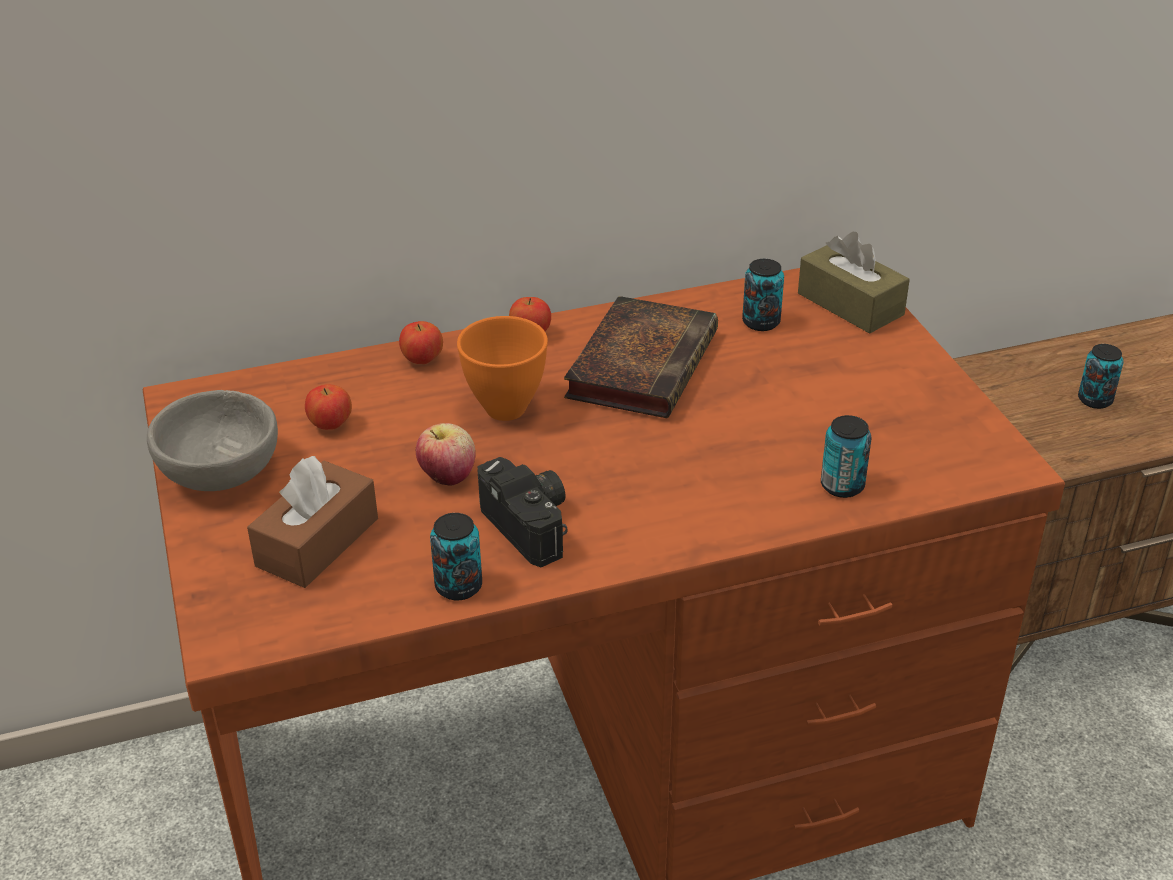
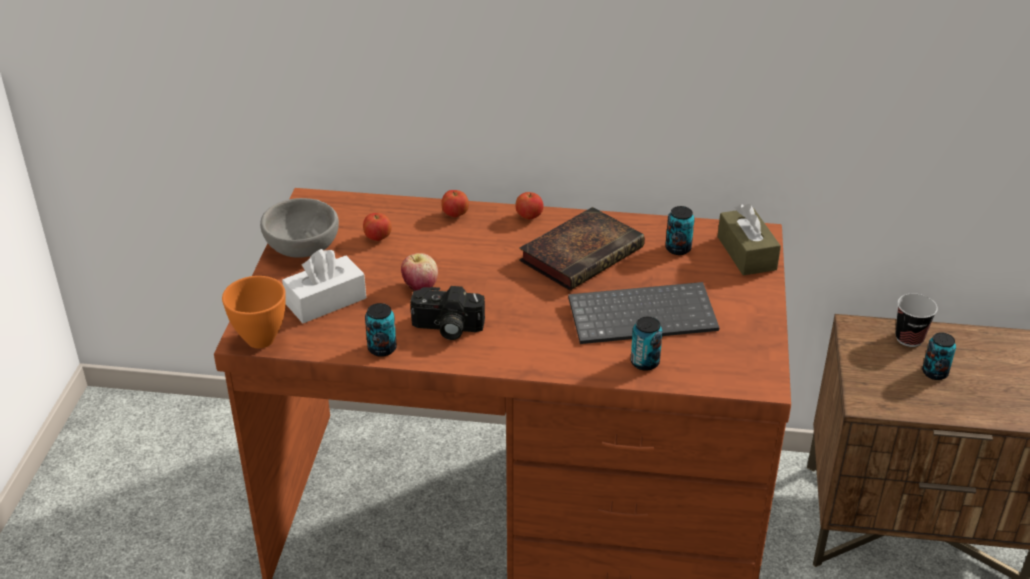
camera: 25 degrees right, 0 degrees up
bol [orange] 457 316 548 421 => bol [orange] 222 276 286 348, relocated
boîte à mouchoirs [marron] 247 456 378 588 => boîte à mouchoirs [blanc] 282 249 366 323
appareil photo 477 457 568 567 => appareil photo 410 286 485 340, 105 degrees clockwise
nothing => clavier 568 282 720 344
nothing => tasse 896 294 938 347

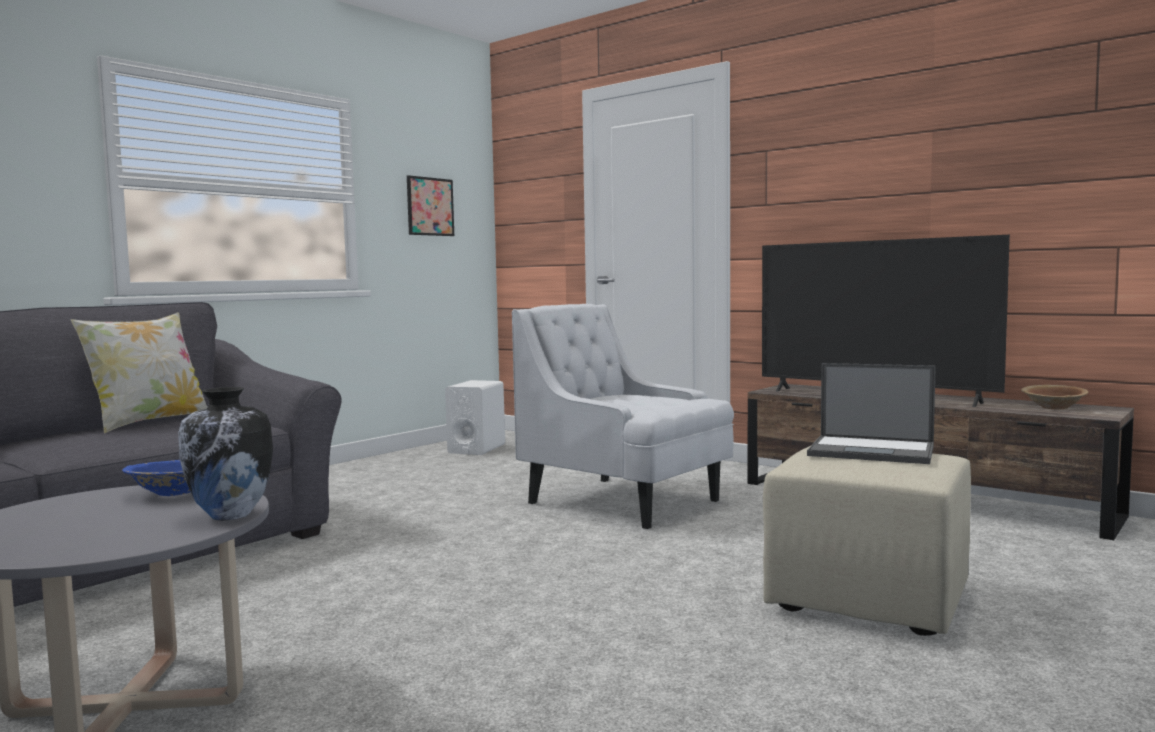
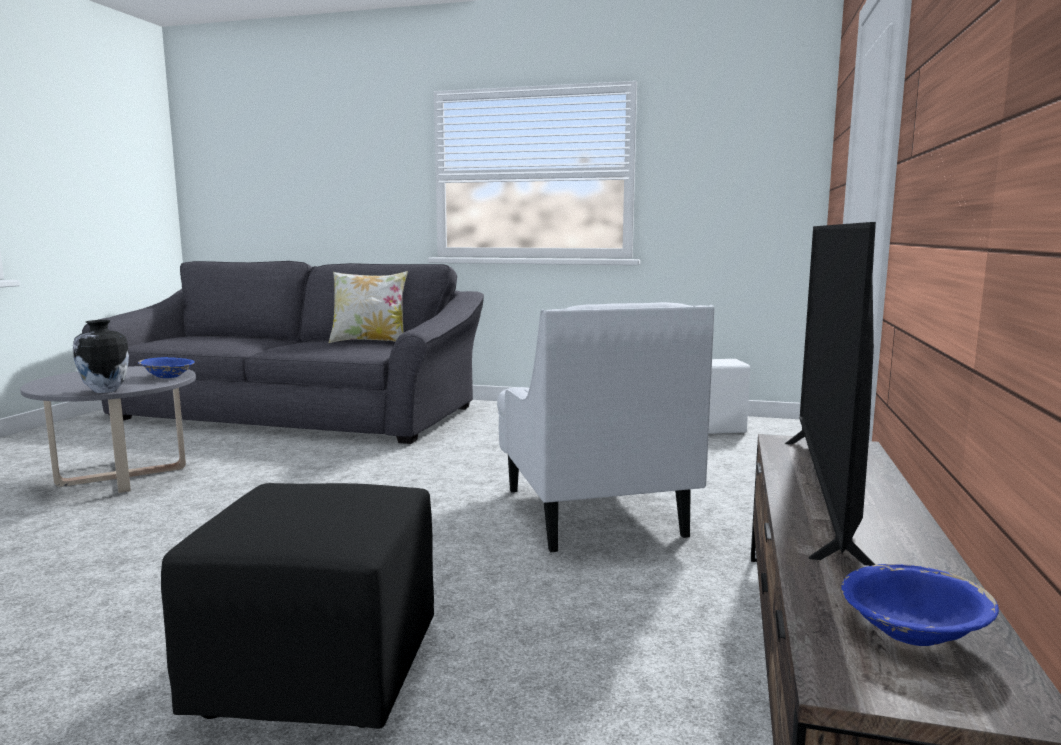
camera: 65 degrees right, 5 degrees up
tableau 407 175 454 236 => nothing
fauteuil [blanc] 512 304 734 529 => fauteuil [blanc] 497 302 714 552, 150 degrees clockwise
ordinateur portable 807 363 936 464 => nothing
bol [marron] 1021 385 1088 409 => bol [bleu] 841 564 999 646
pouf [beige] 763 446 971 636 => pouf [noir] 161 483 434 729

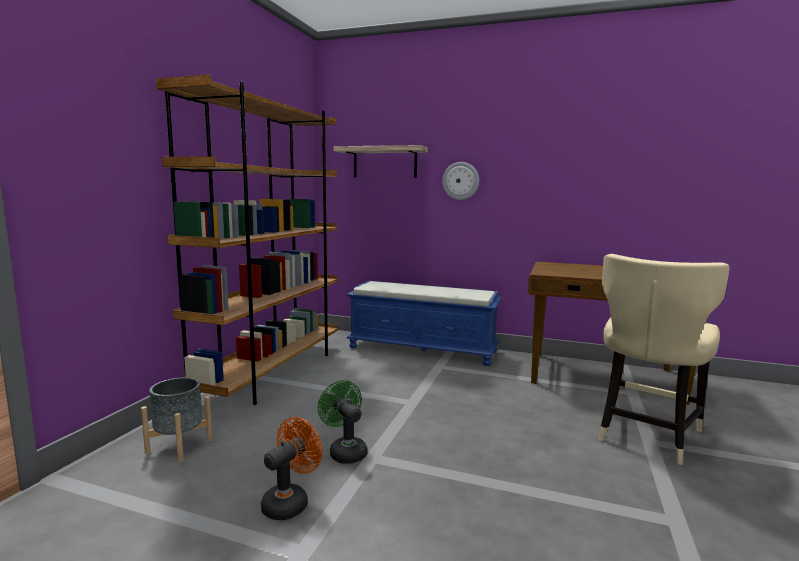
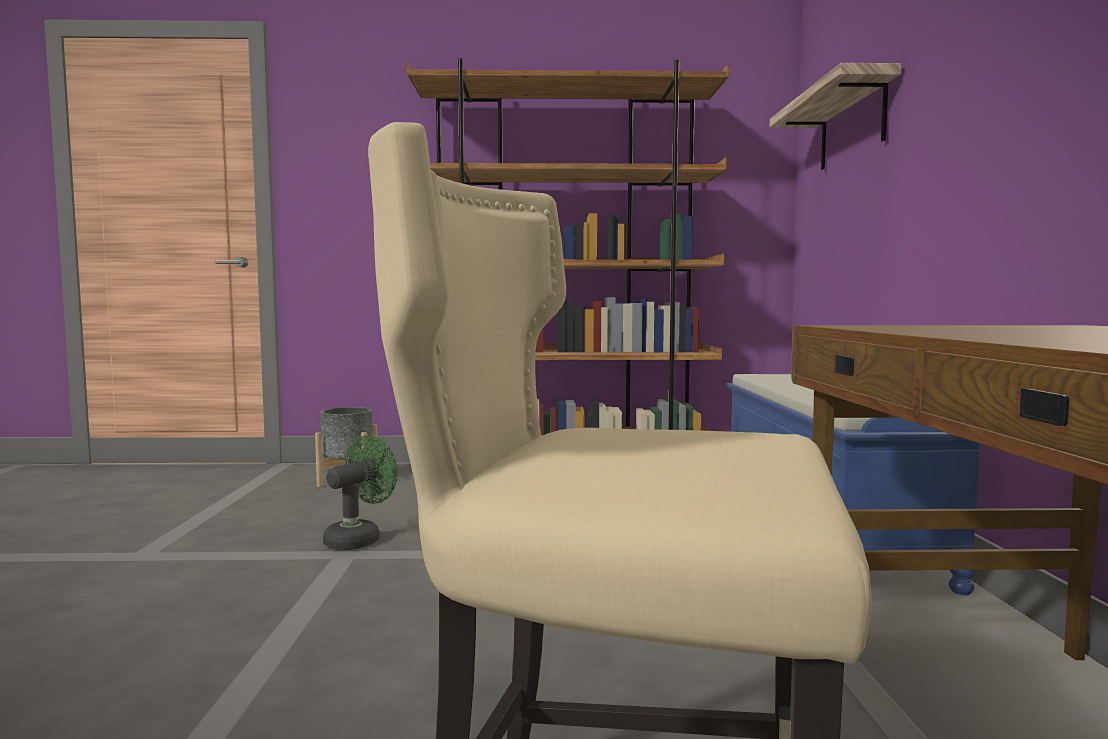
camera: 70 degrees right, 5 degrees down
horloge murale 442 162 479 200 => nothing
ventilateur [orange] 261 417 322 520 => nothing

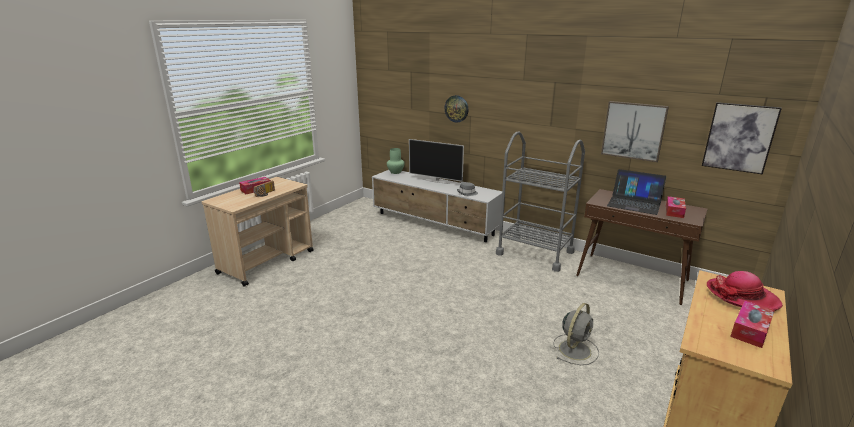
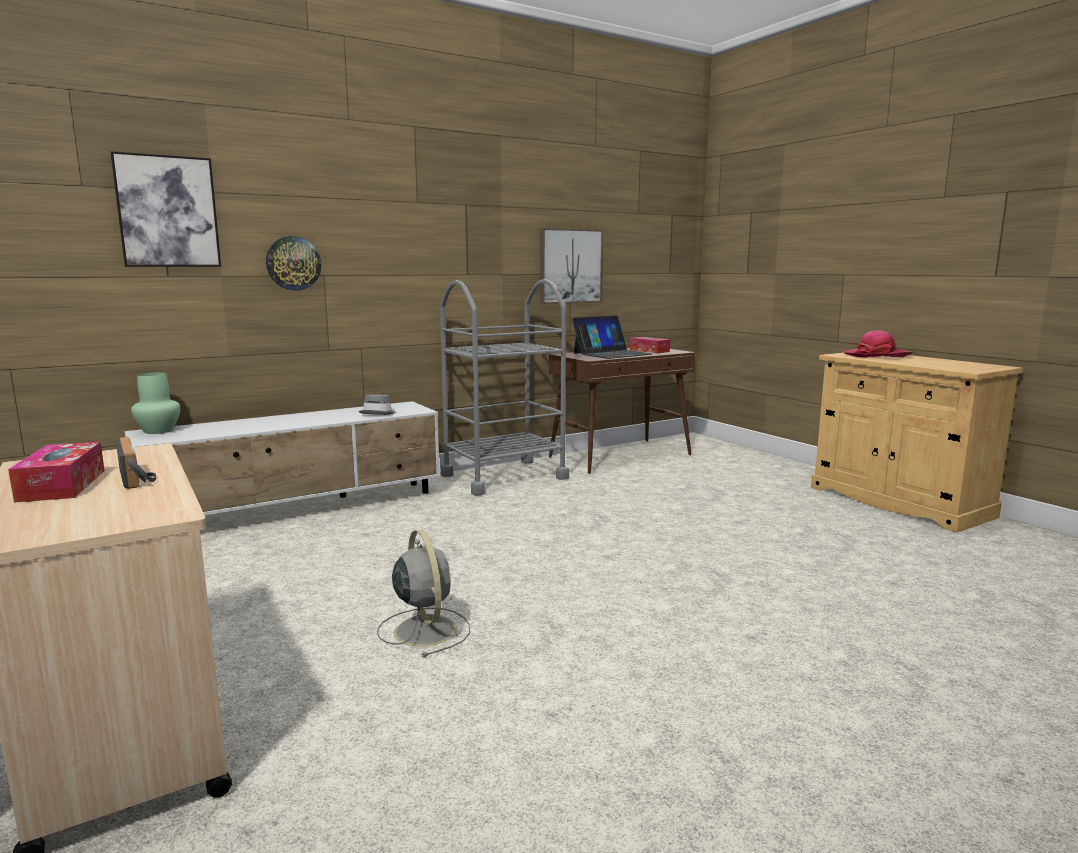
camera: 65 degrees left, 10 degrees down
tableau 702 102 782 174 => tableau 110 151 221 267, relocated
téléviseur 409 139 464 184 => nothing
boîte à mouchoirs 730 301 775 348 => nothing
ventilateur [gris] 553 303 599 365 => ventilateur [gris] 377 529 470 657, relocated

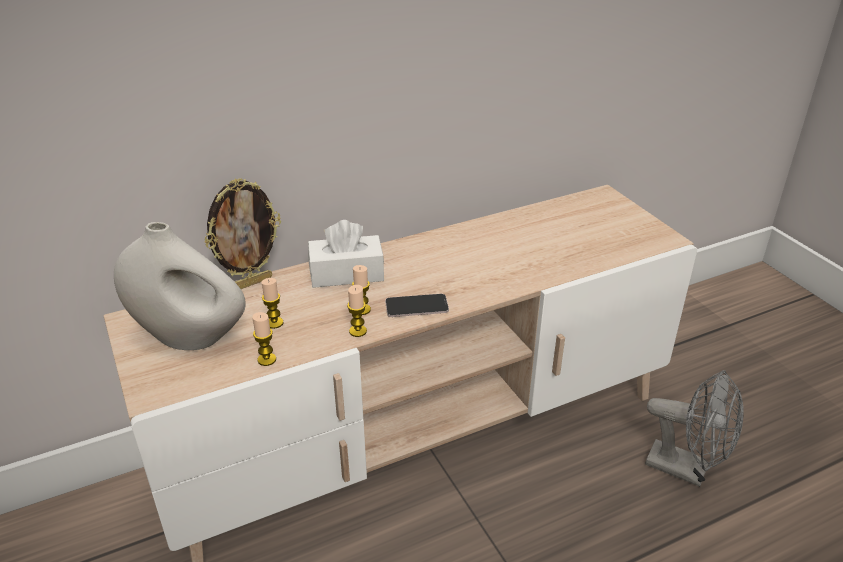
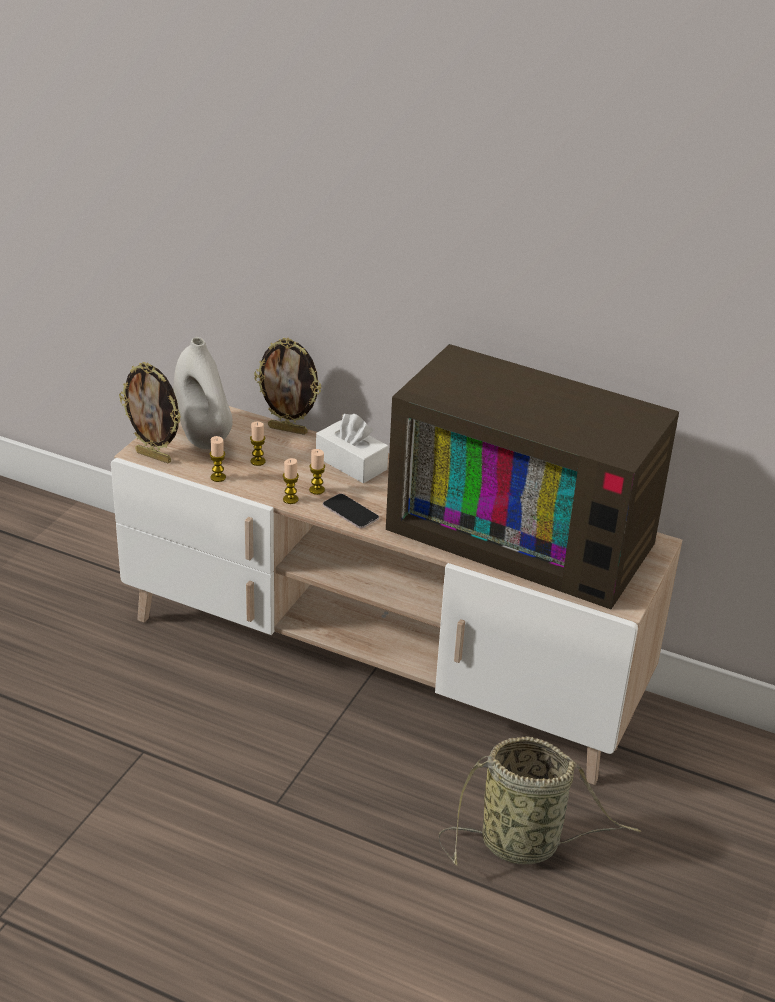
camera: 50 degrees right, 0 degrees up
ventilateur [gris] 645 370 744 487 => panier 438 736 641 866
nothing => téléviseur 386 344 679 609
nothing => cadre photo 119 362 181 463

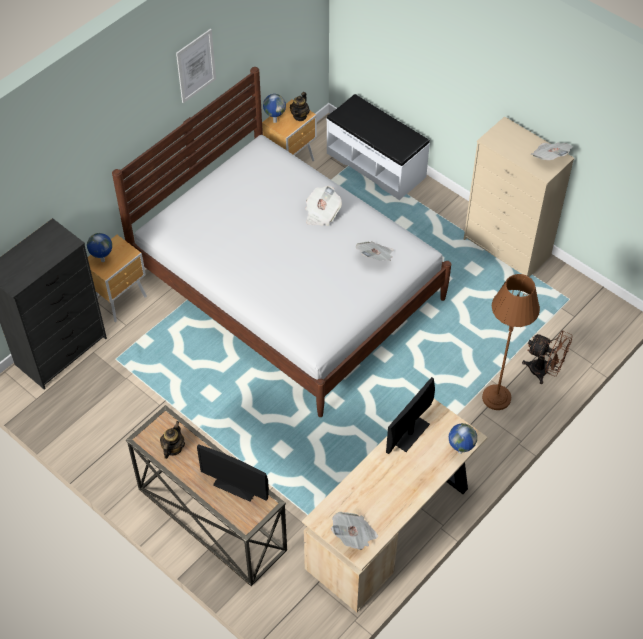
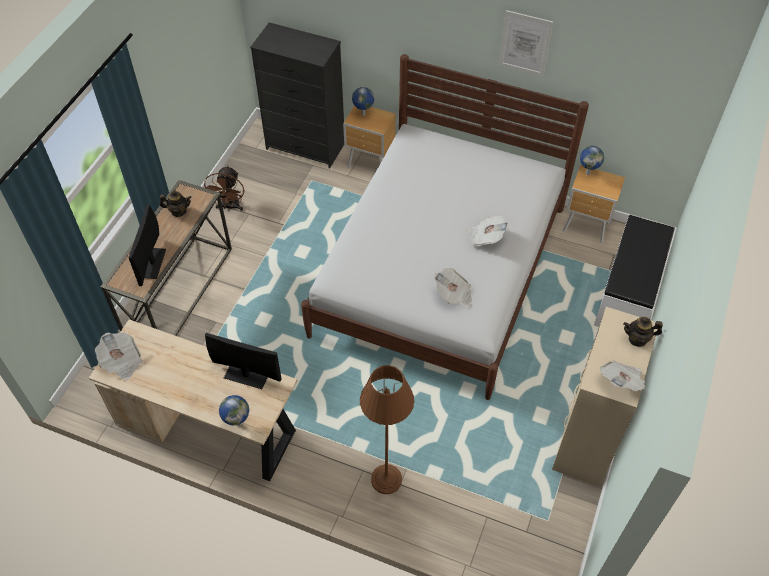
camera: 70 degrees right, 0 degrees up
théière 290 92 310 121 => théière 623 317 663 347, relocated
ventilateur [marron] 522 330 572 384 => ventilateur [marron] 204 165 244 211, relocated

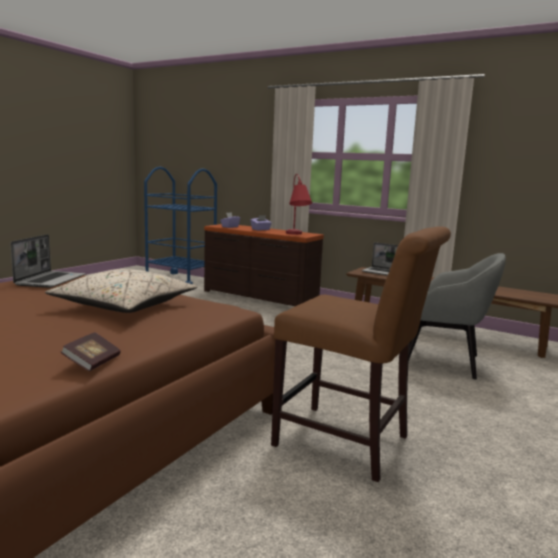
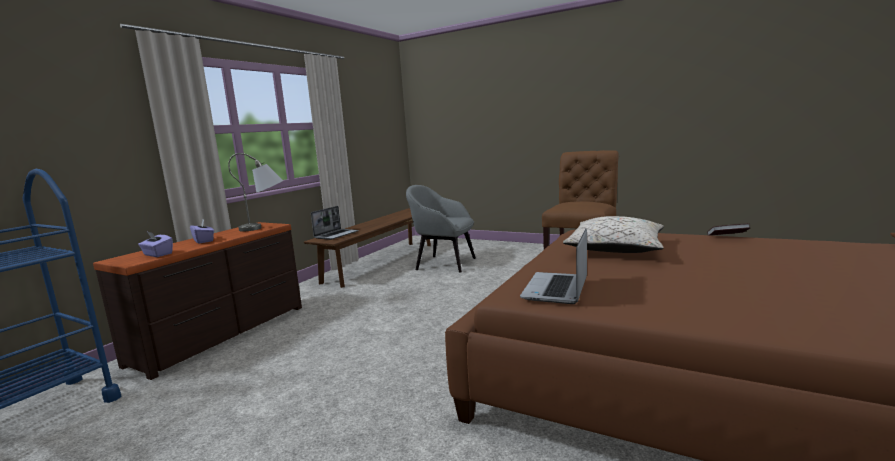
camera: 90 degrees left, 0 degrees up
lampe de table [rouge] 286 174 312 235 => lampe de table [gris] 228 153 283 231
ordinateur portable 10 234 86 288 => ordinateur portable 520 228 587 304, 75 degrees counterclockwise
fauteuil [gris] 409 253 506 379 => fauteuil [gris] 406 185 476 272, 90 degrees counterclockwise

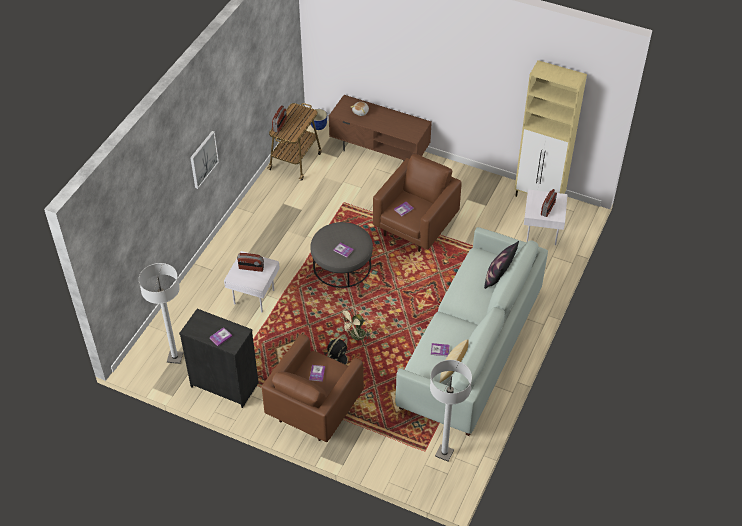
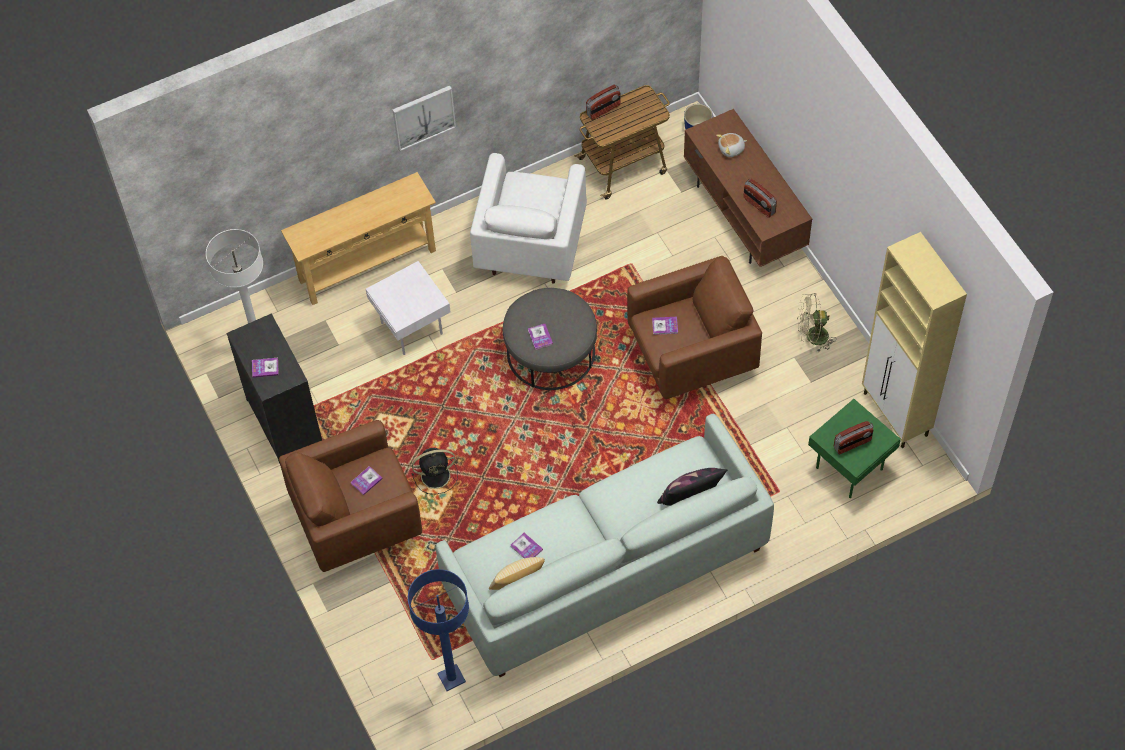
camera: 40 degrees right, 10 degrees up
table d'appoint [blanc] 524 189 568 245 => table d'appoint [vert] 808 399 901 498
radio 237 253 264 272 => radio 743 179 777 218, relocated
ventilateur [beige] 338 306 370 342 => ventilateur [beige] 797 293 836 353, relocated
lampadaire [blanc] 430 360 472 462 => lampadaire [bleu] 408 569 469 691
nothing => fauteuil [blanc] 470 153 587 284
nothing => table console [beige] 281 172 436 305

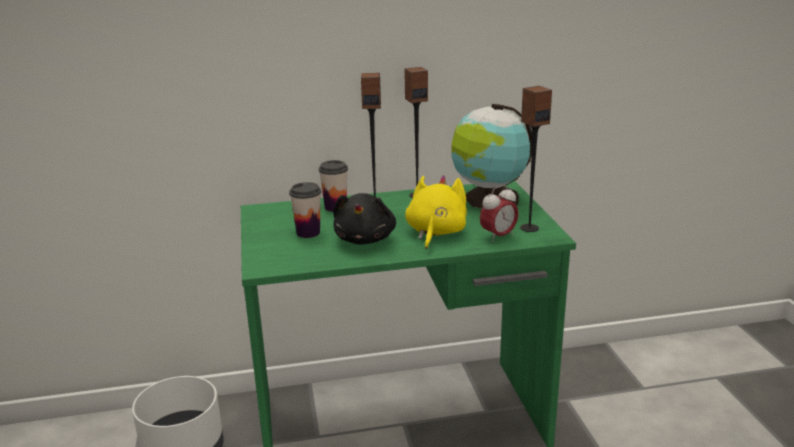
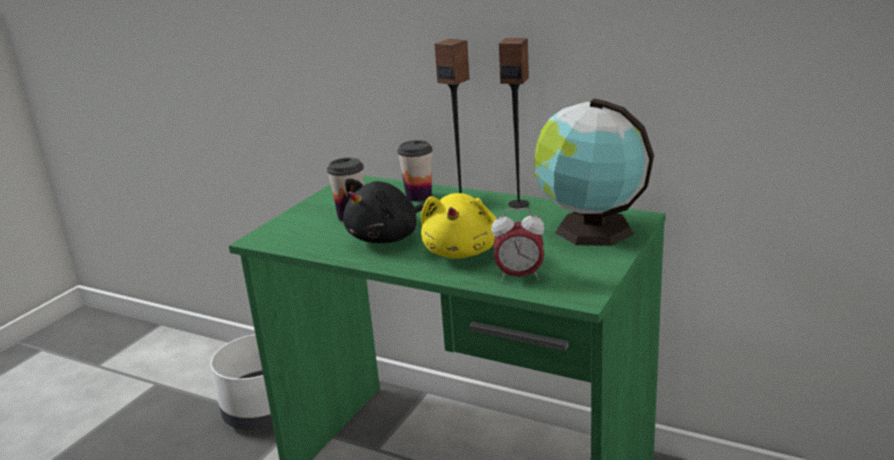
camera: 40 degrees right, 0 degrees up
enceinte 520 86 552 232 => nothing
peluche [jaune] 405 175 467 249 => peluche [jaune] 421 193 497 259, 135 degrees clockwise

